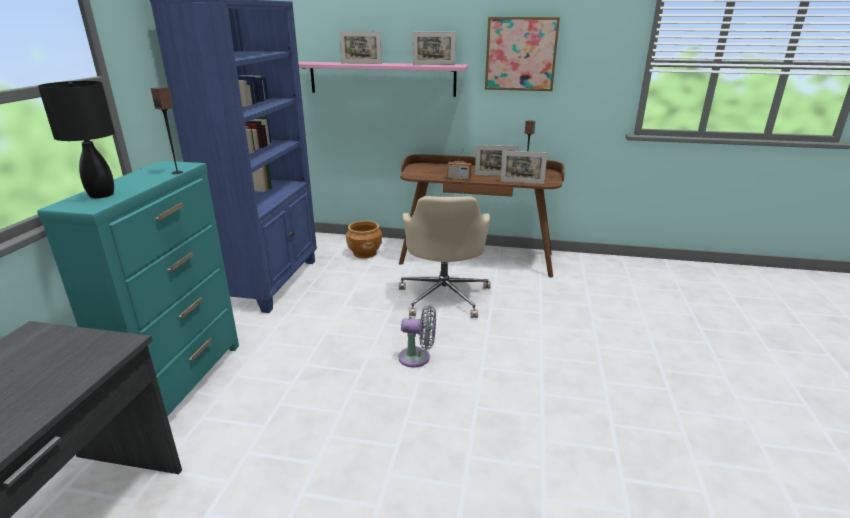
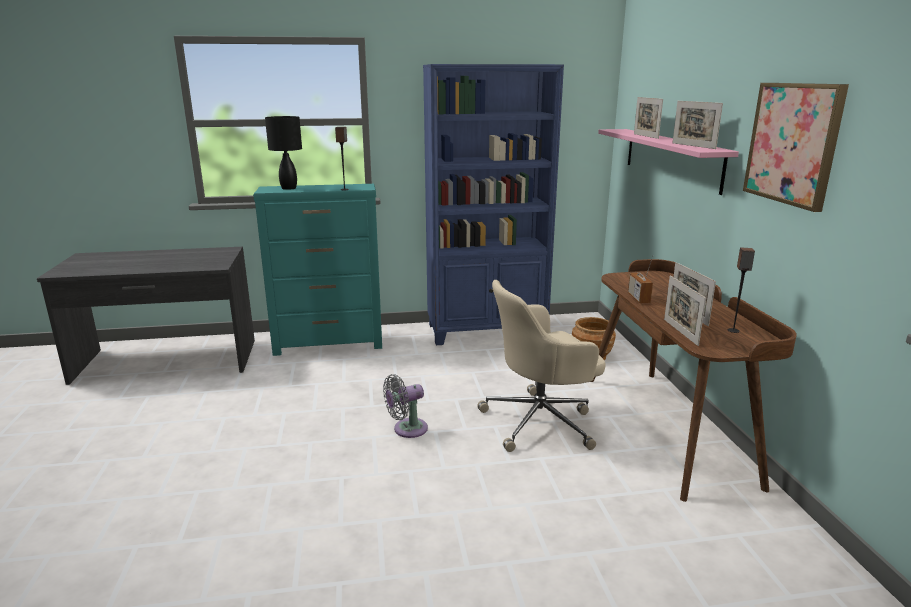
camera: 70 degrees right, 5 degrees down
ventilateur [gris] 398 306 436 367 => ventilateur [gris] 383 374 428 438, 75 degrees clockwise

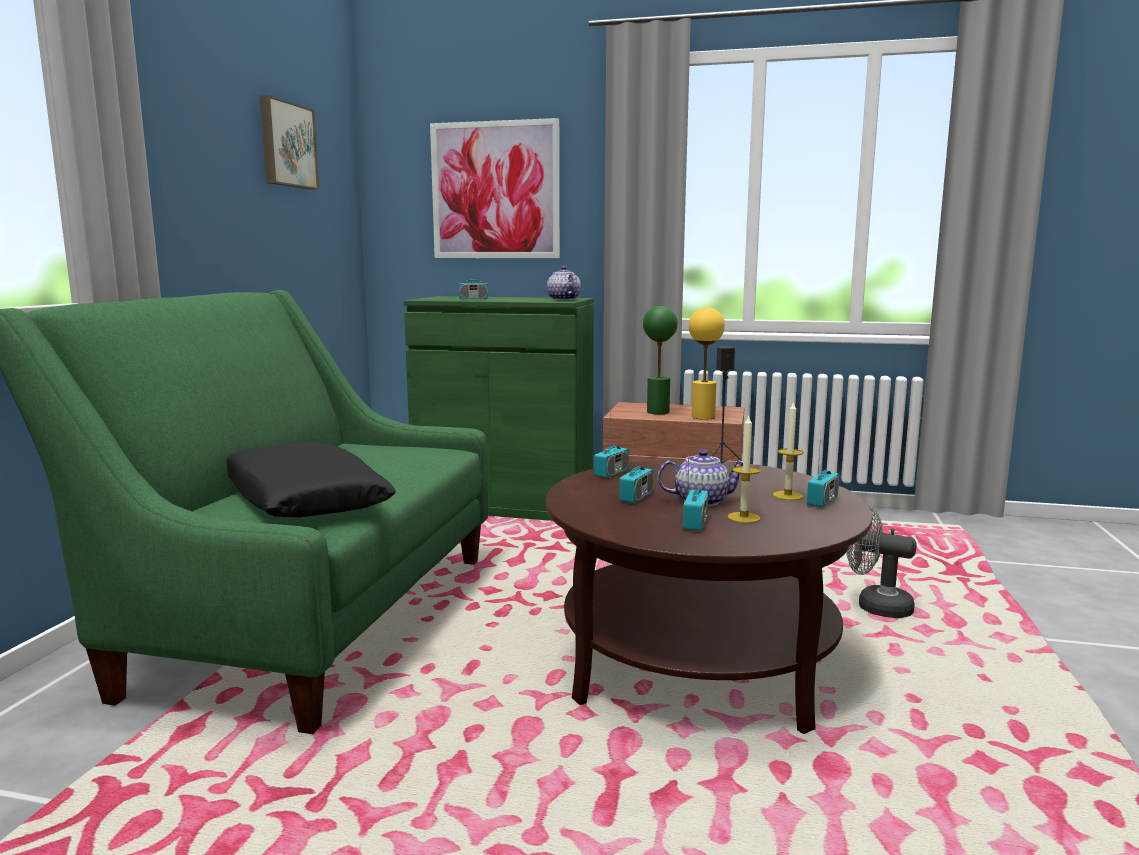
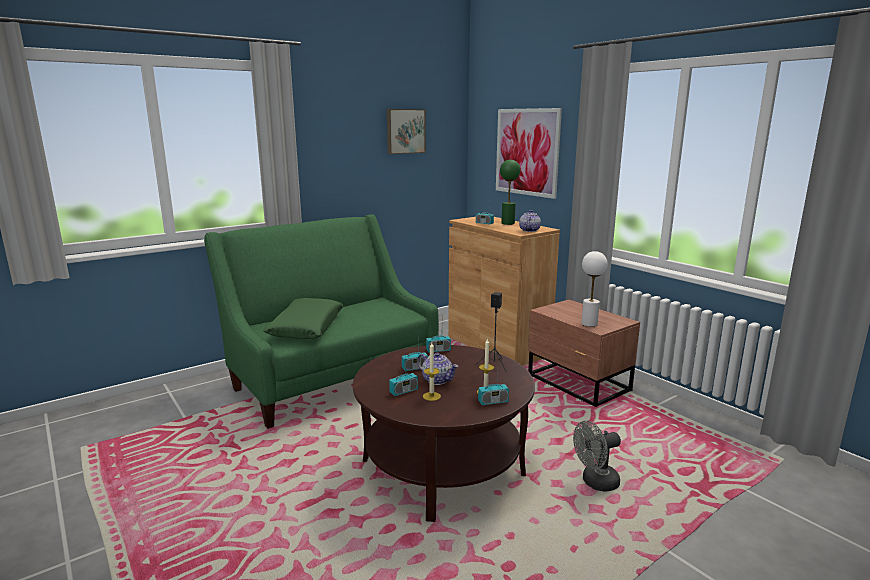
camera: 40 degrees right, 5 degrees up
meuble de rangement [vert] 404 296 594 521 => meuble de rangement [marron] 448 217 560 366
lampe de table [vert] 643 306 678 414 => lampe de table [vert] 500 160 521 225, relocated
lampe de table [jaune] 689 307 725 420 => lampe de table [blanc] 581 251 607 327
coussin [noir] 226 443 396 517 => coussin [vert] 263 298 344 339
ventilateur [gris] 846 507 917 618 => ventilateur [gris] 573 421 621 492, 90 degrees counterclockwise

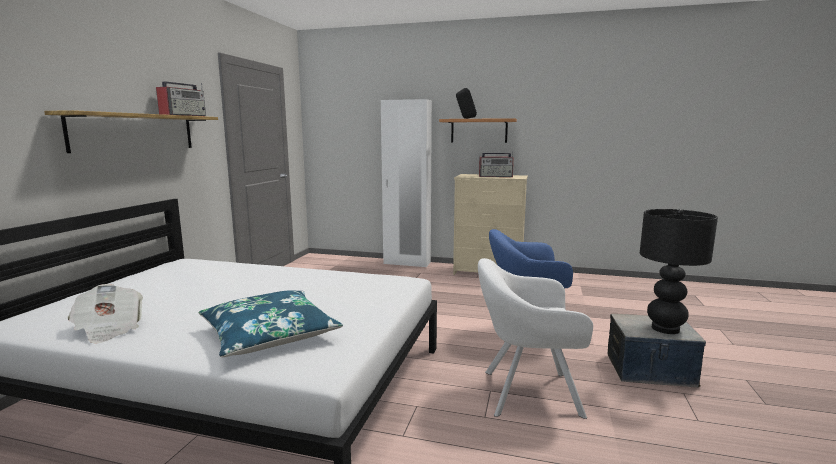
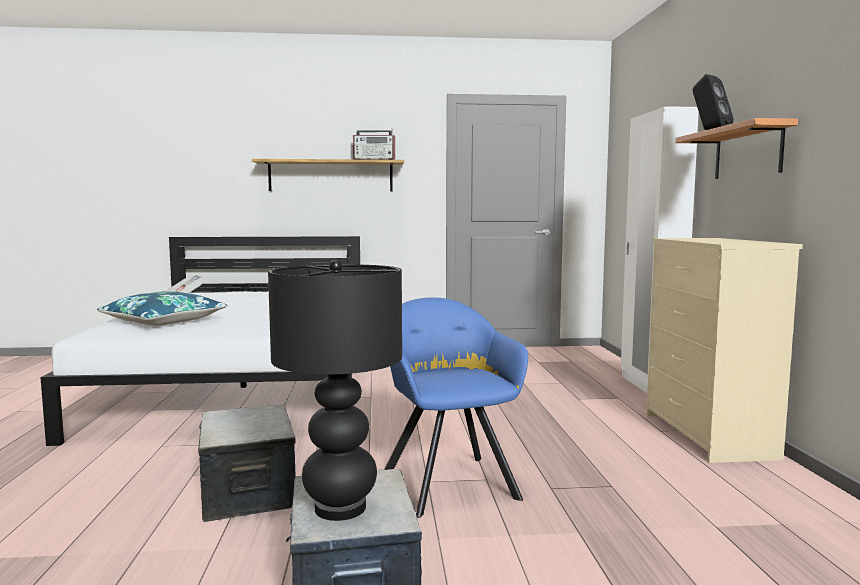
camera: 70 degrees right, 5 degrees down
radio 479 152 514 177 => nothing
fauteuil [blanc] 478 258 593 419 => boîte de rangement 198 405 296 522

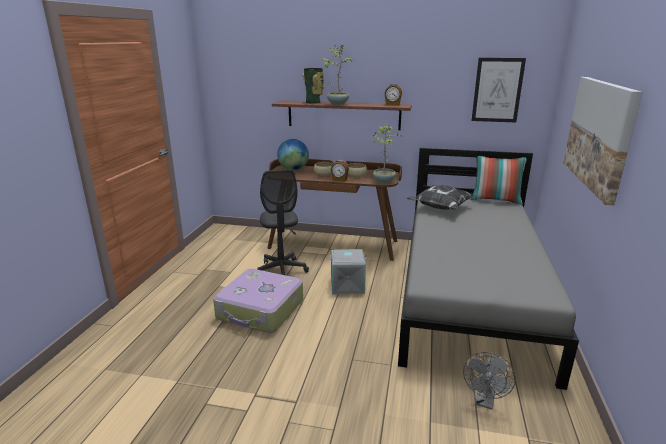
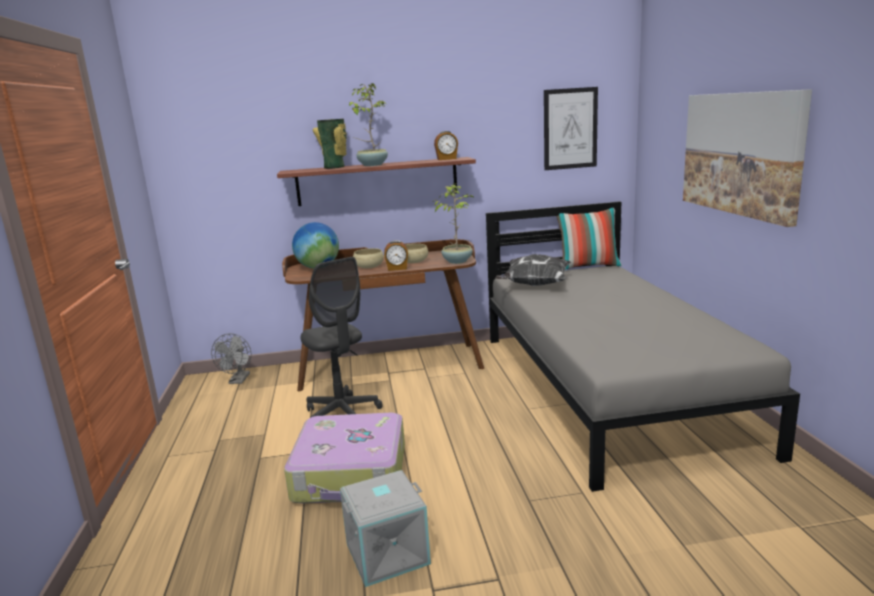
camera: 20 degrees left, 5 degrees down
boîte de rangement [gris] 329 249 367 294 => boîte de rangement [gris] 340 470 431 587, relocated
ventilateur [gris] 463 352 516 410 => ventilateur [gris] 211 333 251 384, relocated

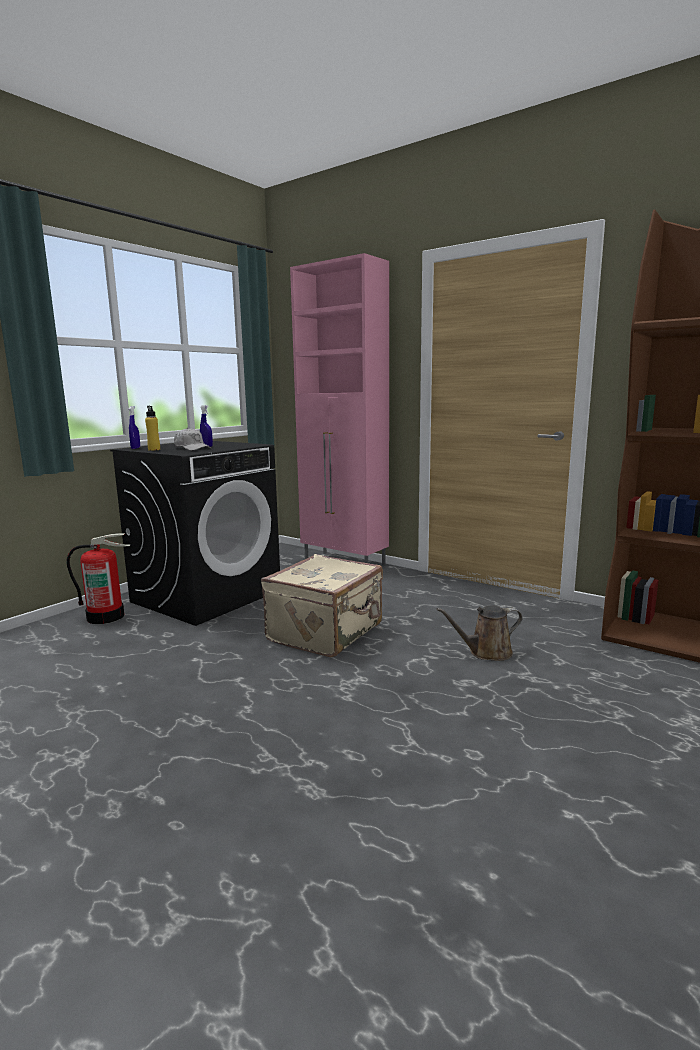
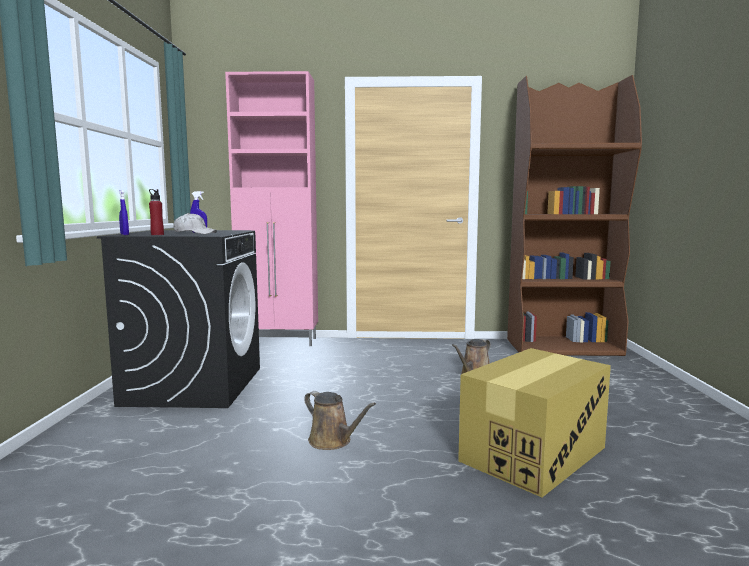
camera: 35 degrees left, 5 degrees down
bouteille [jaune] 145 406 160 451 => bouteille [rouge] 149 189 164 235
extincteur 66 533 130 624 => nothing
valise [beige] 261 554 383 657 => nothing
nothing => carton 458 348 611 497
nothing => arrosoir [marron] 304 391 376 450

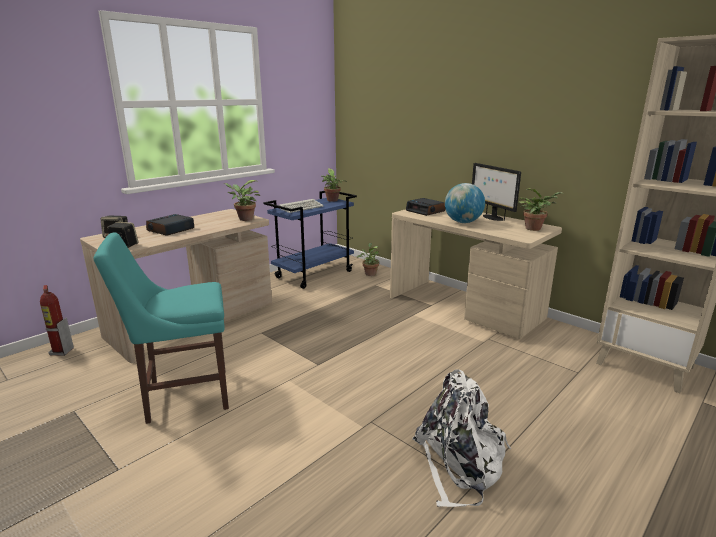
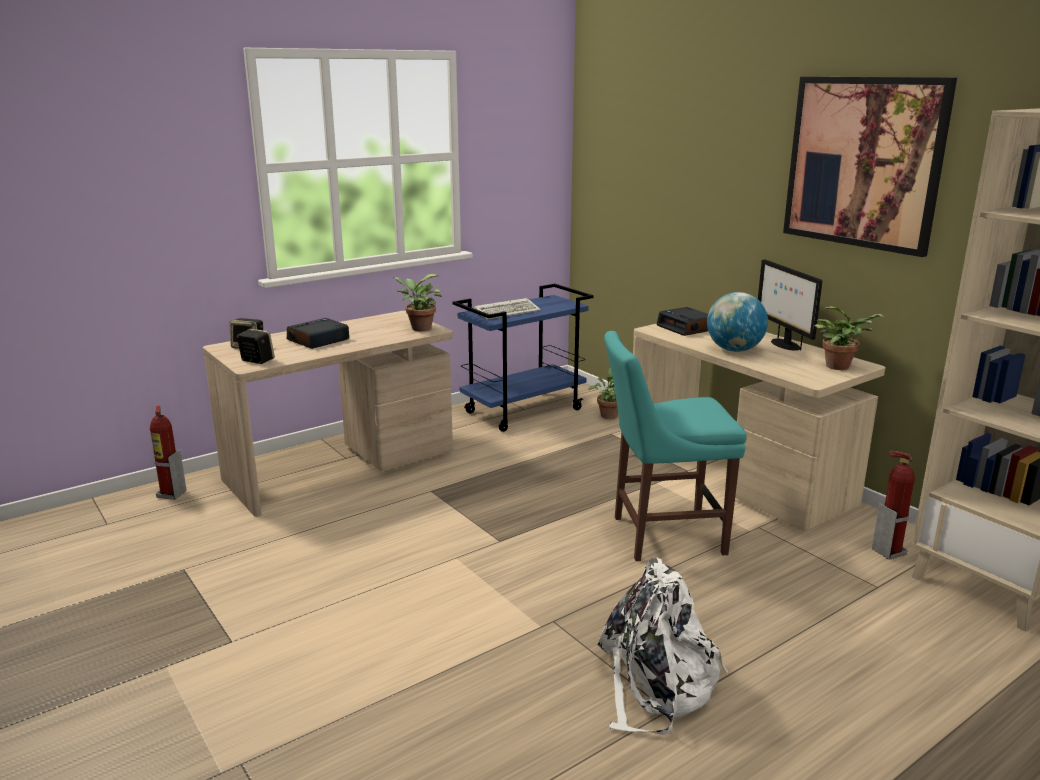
camera: 10 degrees right, 0 degrees up
plante en pot 321 168 347 202 => nothing
chaise [turquoise] 93 233 229 424 => chaise [turquoise] 604 331 747 561, relocated
nothing => tableau 783 77 957 257
nothing => extincteur 872 450 915 560

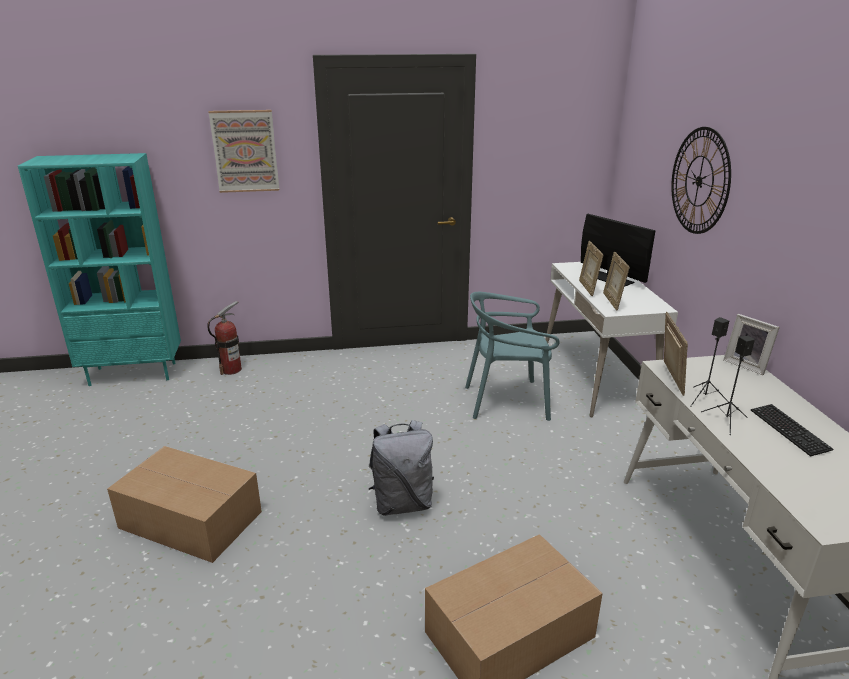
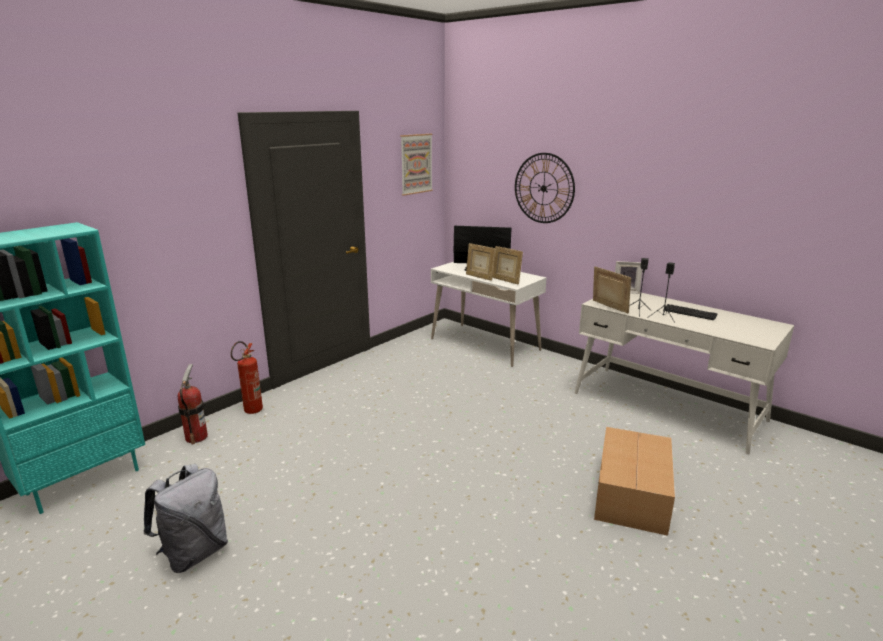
camera: 40 degrees left, 5 degrees down
tableau 208 110 279 193 => tableau 400 134 433 196, relocated
chaise [turquoise] 465 292 560 421 => nothing
sac à dos [gris] 369 420 434 516 => sac à dos [gris] 143 464 228 573, relocated
carton 107 446 262 563 => nothing
nothing => extincteur 231 341 263 414

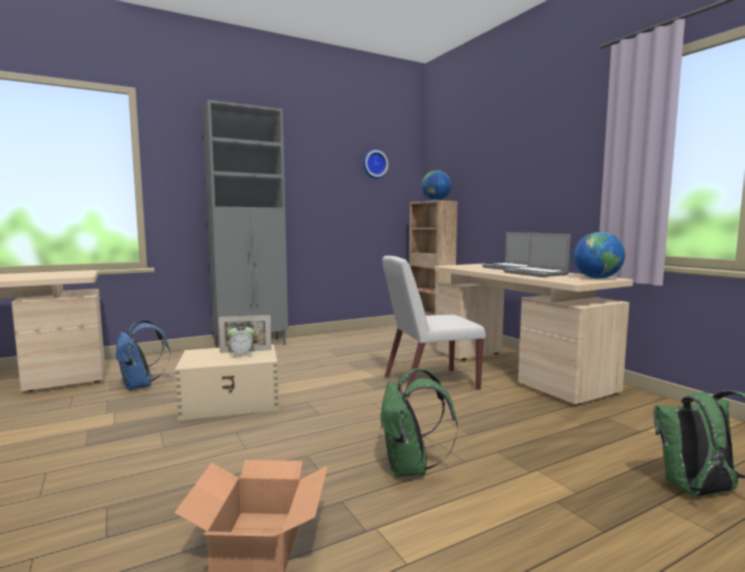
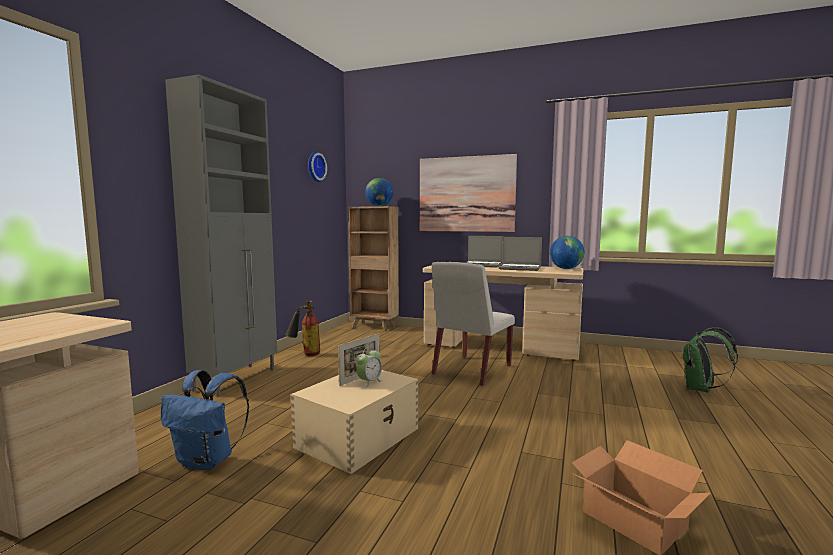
camera: 40 degrees left, 0 degrees up
sac à dos [vert] 380 368 458 477 => nothing
nothing => tableau 420 154 517 232
nothing => extincteur 285 300 320 356

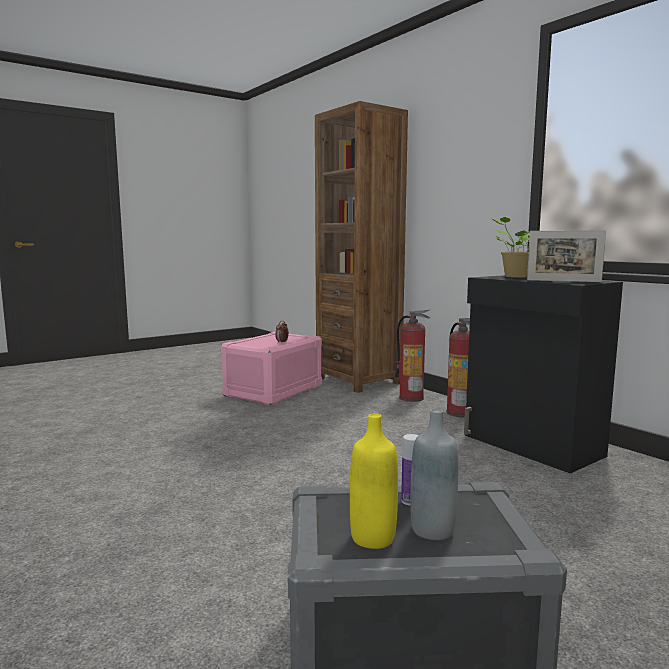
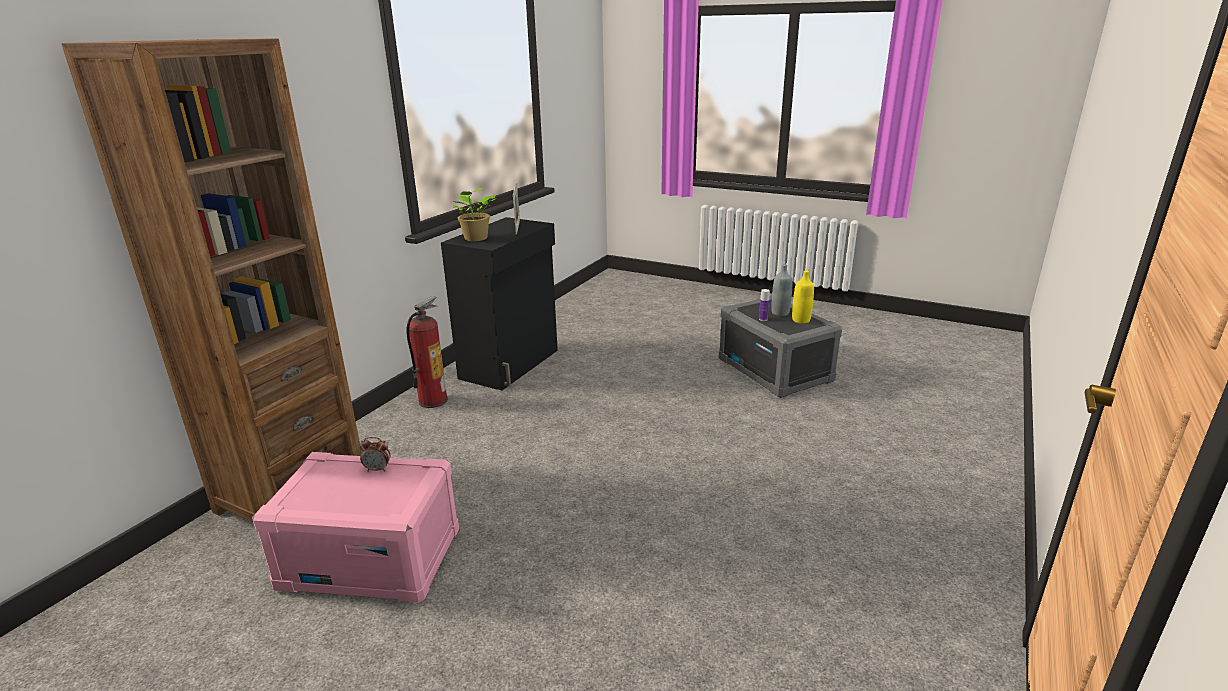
camera: 115 degrees left, 15 degrees up
extincteur 395 310 430 402 => nothing

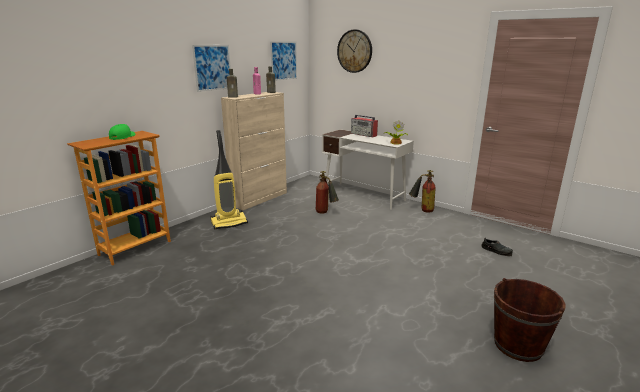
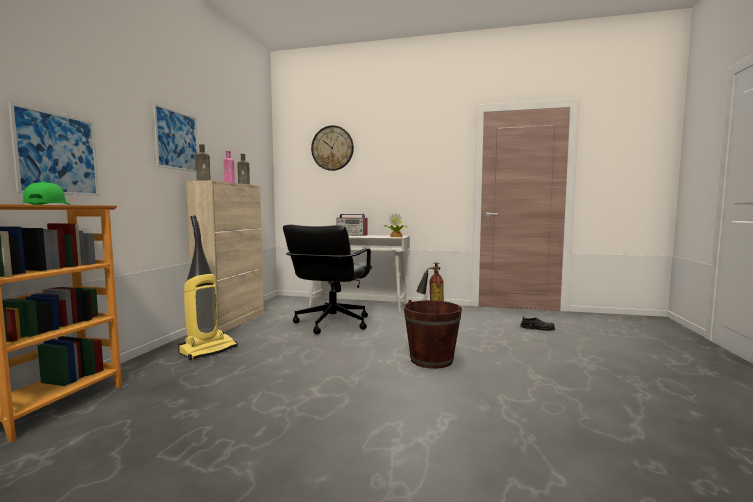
camera: 25 degrees left, 15 degrees down
tableau 270 41 297 81 => tableau 8 102 99 196, relocated
extincteur 316 171 339 214 => chaise de bureau [noir] 283 225 372 334
seau [marron] 494 278 565 362 => seau [marron] 404 300 462 369, relocated

